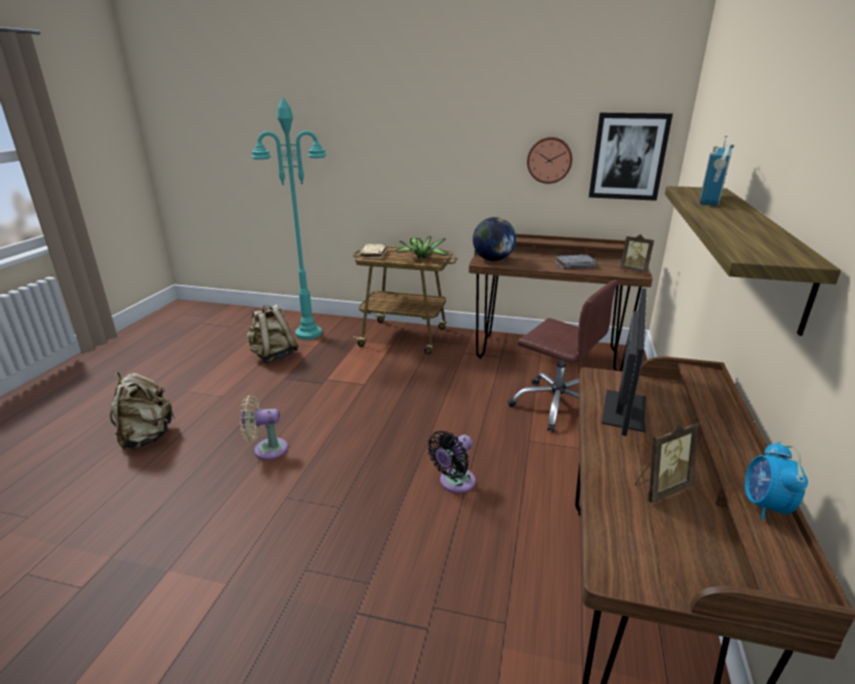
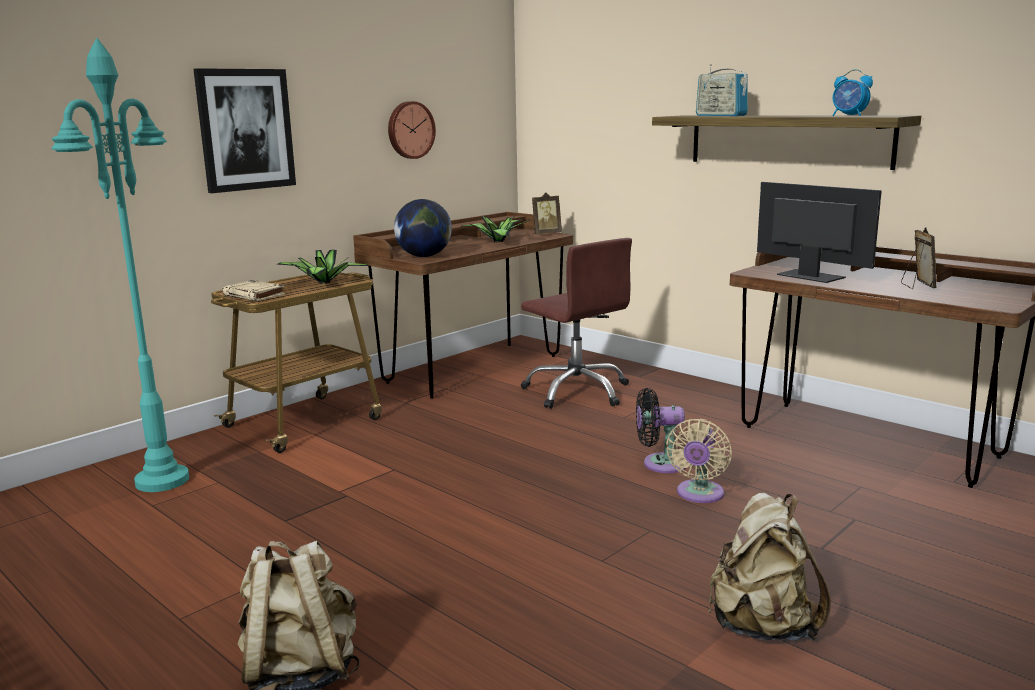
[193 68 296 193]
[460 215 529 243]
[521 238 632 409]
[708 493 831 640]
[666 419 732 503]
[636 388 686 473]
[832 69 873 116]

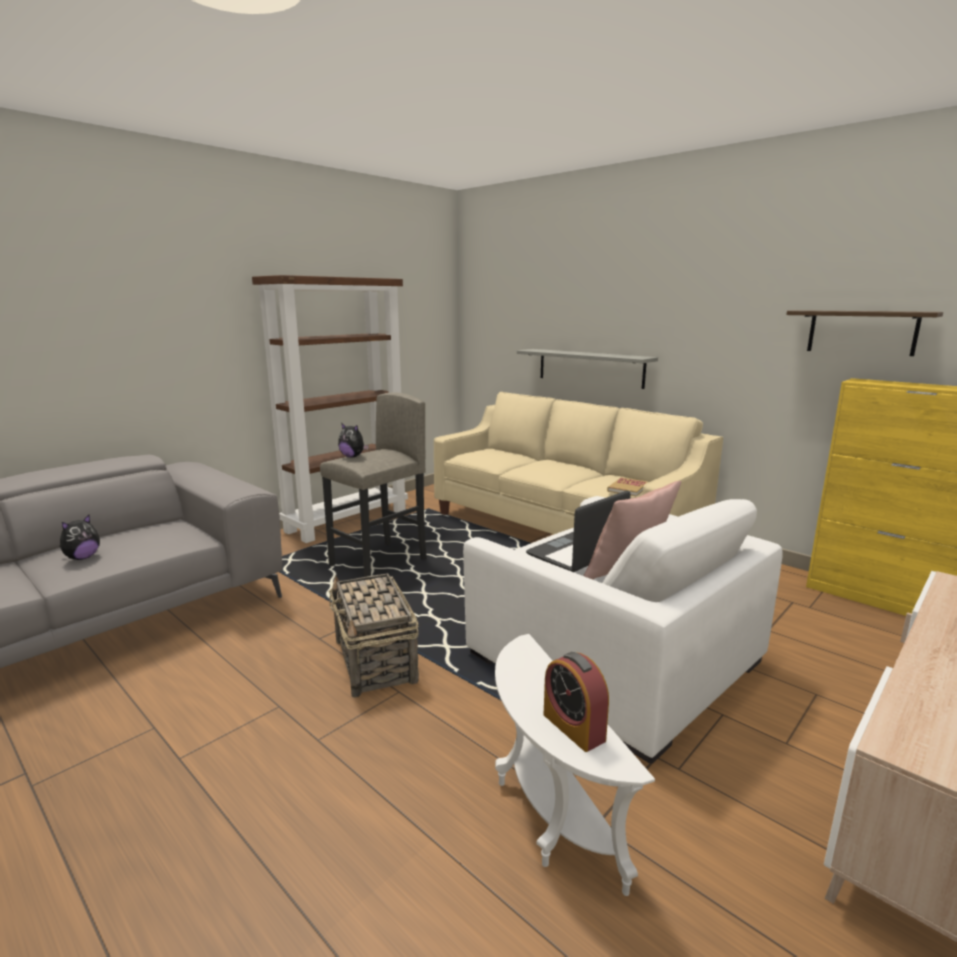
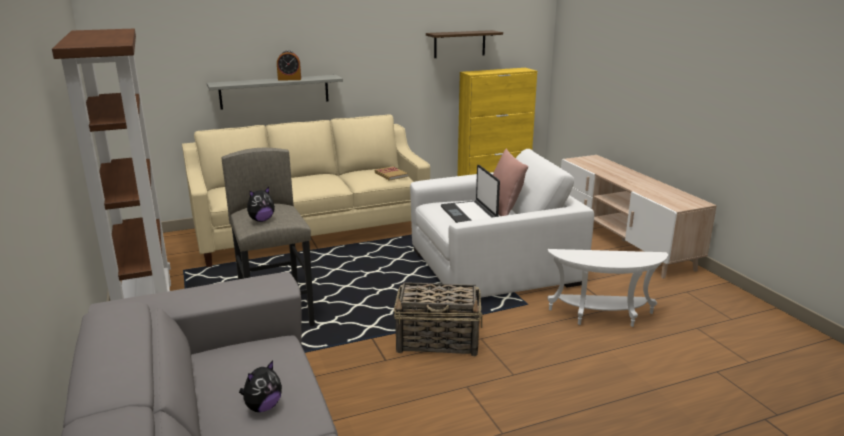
[239 361 282 412]
[277 50 301 81]

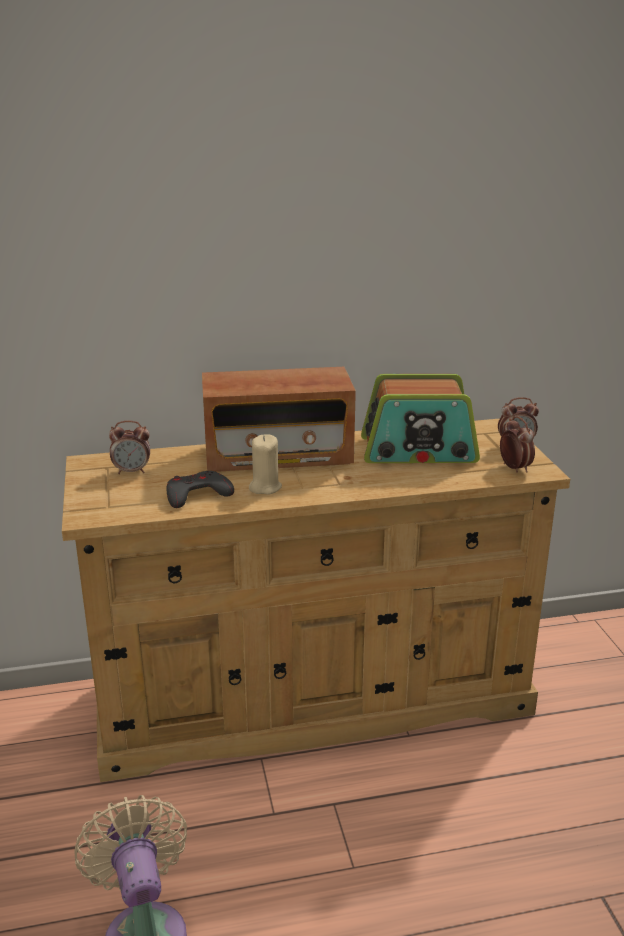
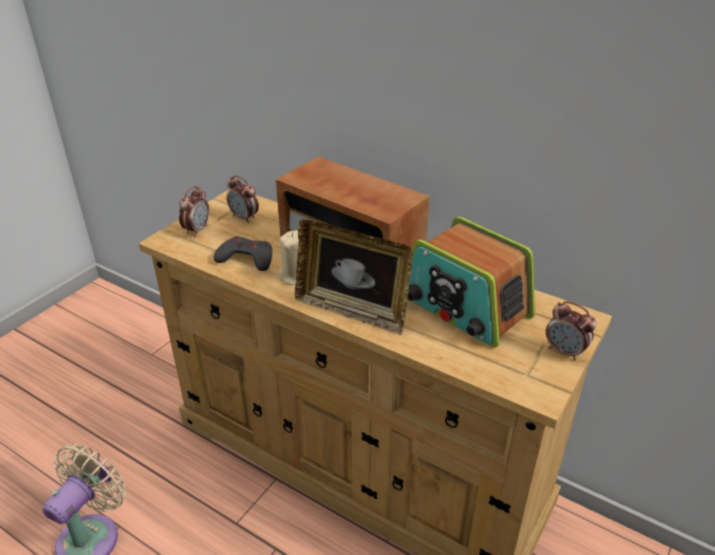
[179 186 209 236]
[295 220 413 335]

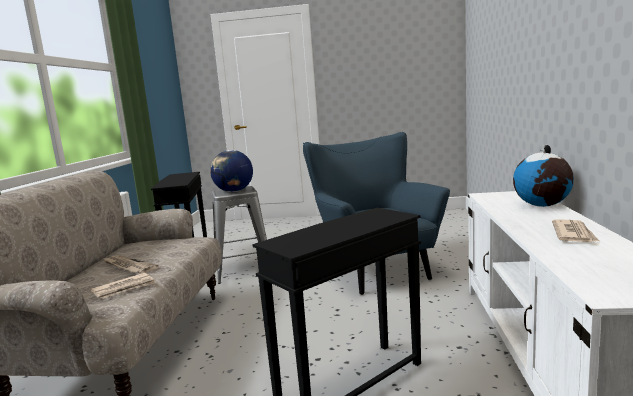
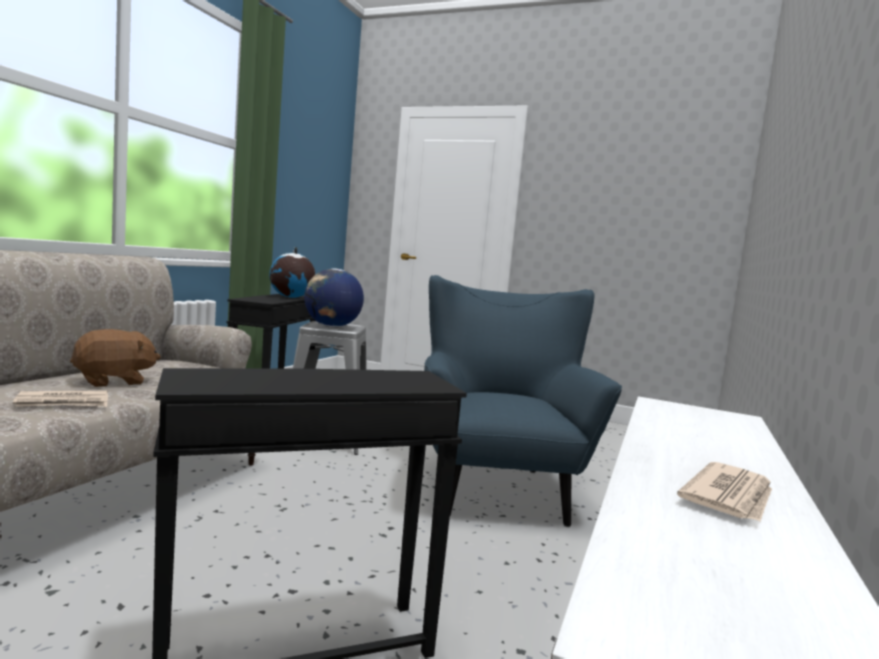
[269 247 315 298]
[70 329 161 387]

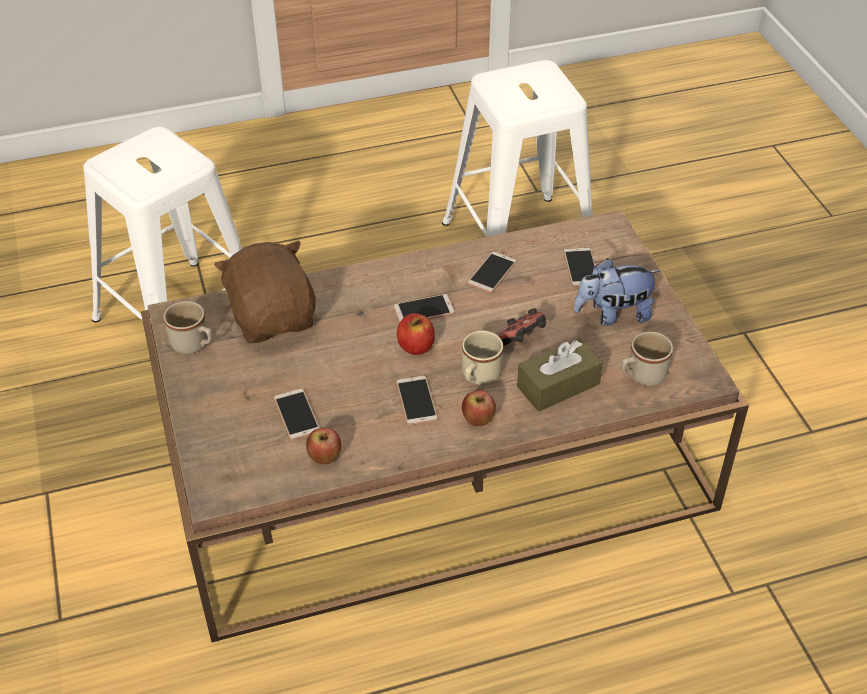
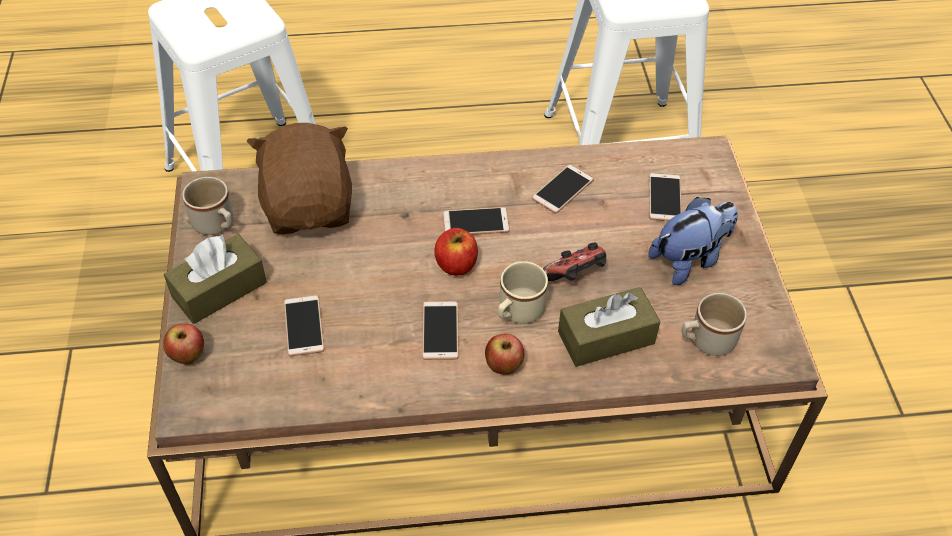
[648 197 738 285]
[163 324 204 365]
[164 234 267 324]

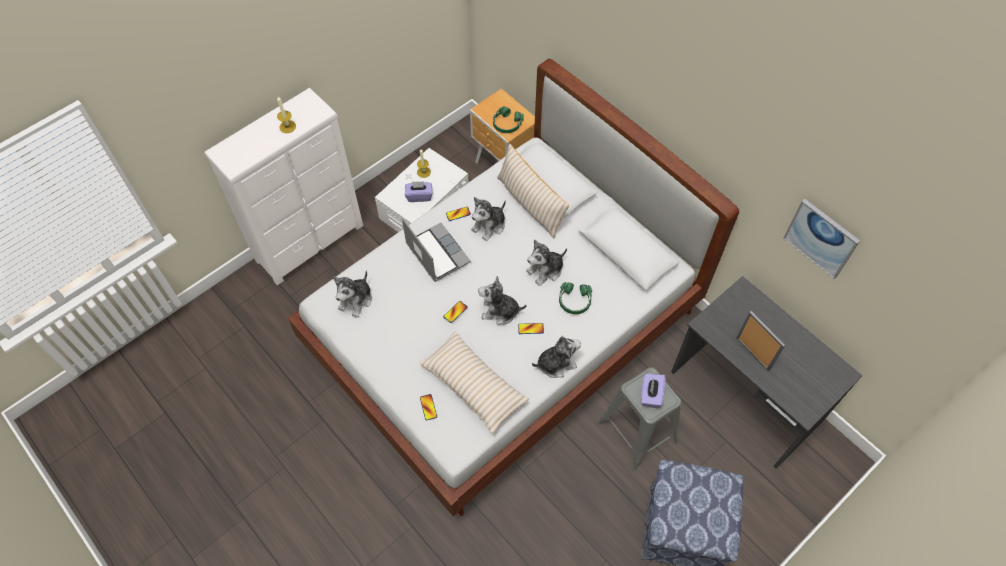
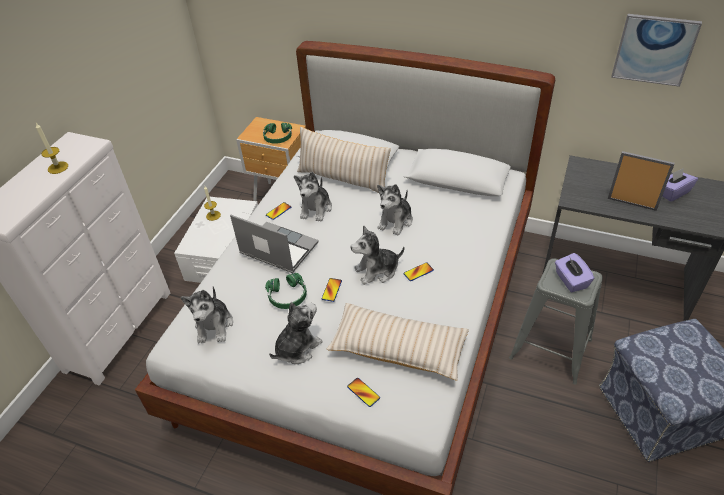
[662 168 698 202]
[265 273 307 309]
[269 302 323 364]

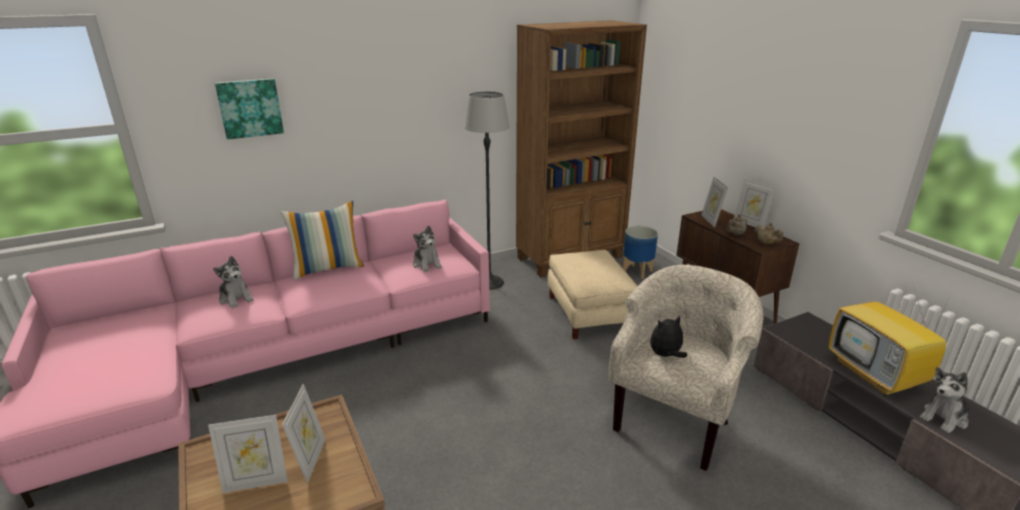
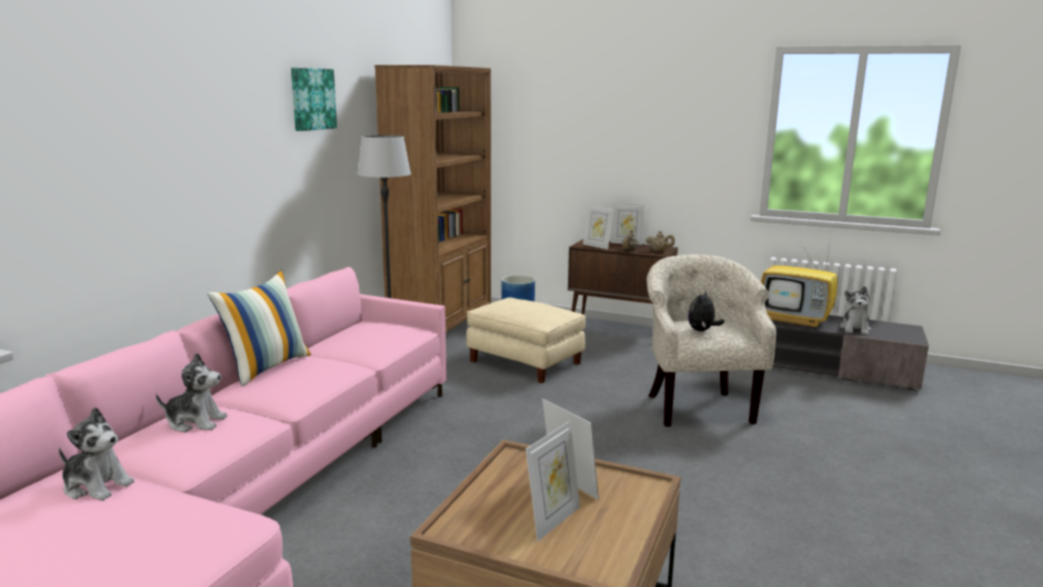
[291 68 337 131]
[59 407 135 501]

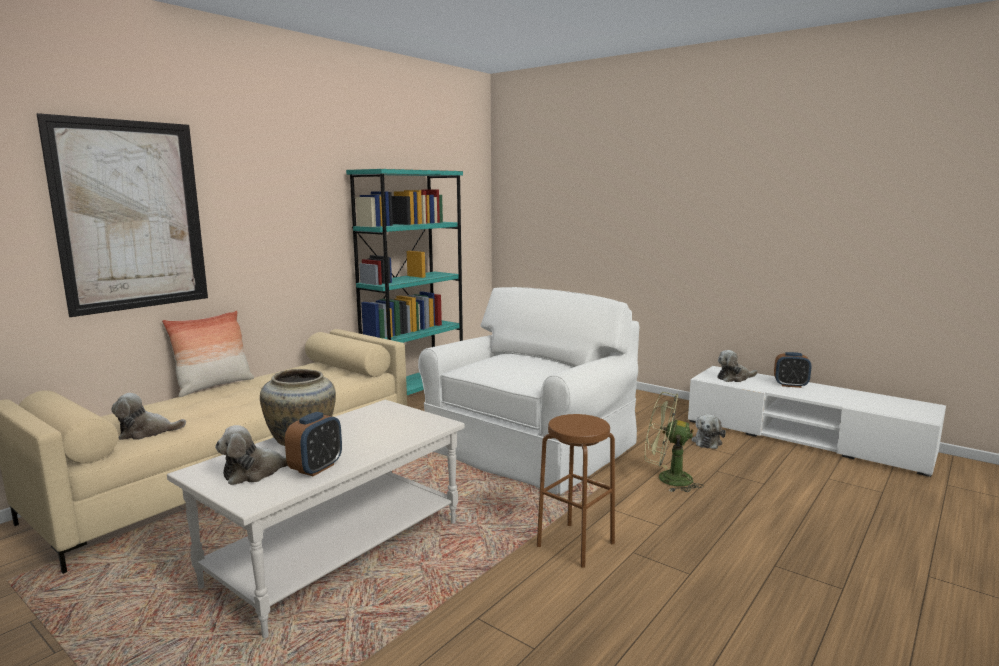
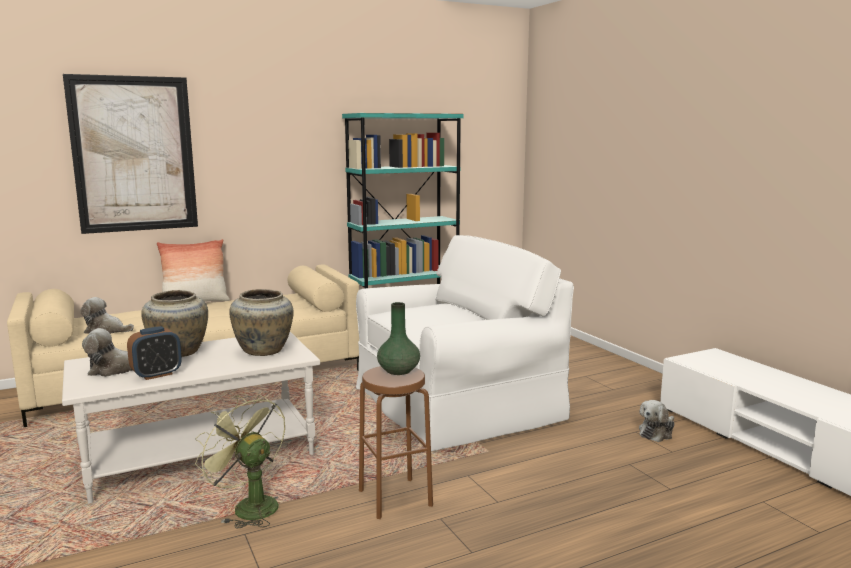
[717 350 758 382] (first image)
[774 352 812 388] (first image)
[195 395 285 529]
[229 289 294 356]
[377 302 420 375]

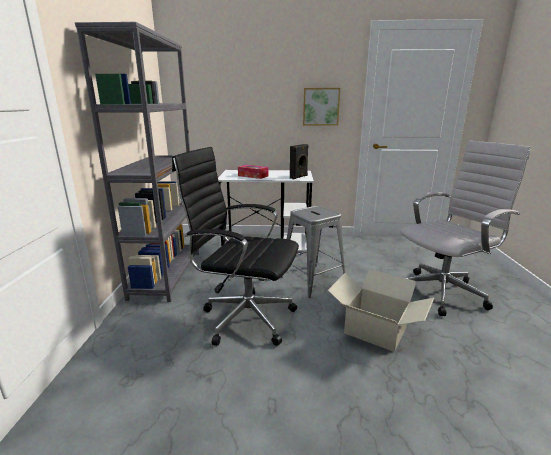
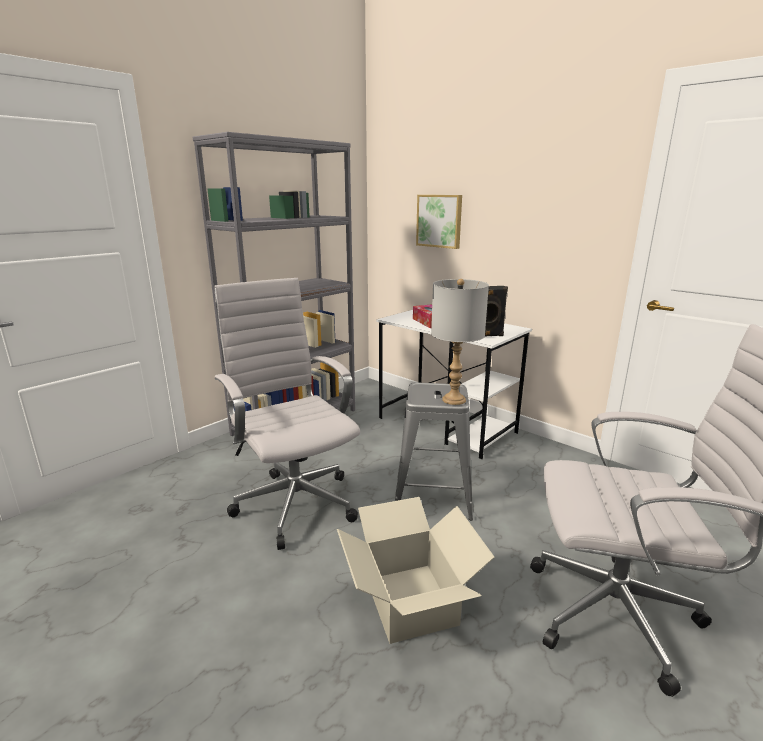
[416 195 462 249]
[214 278 360 550]
[431 279 489 405]

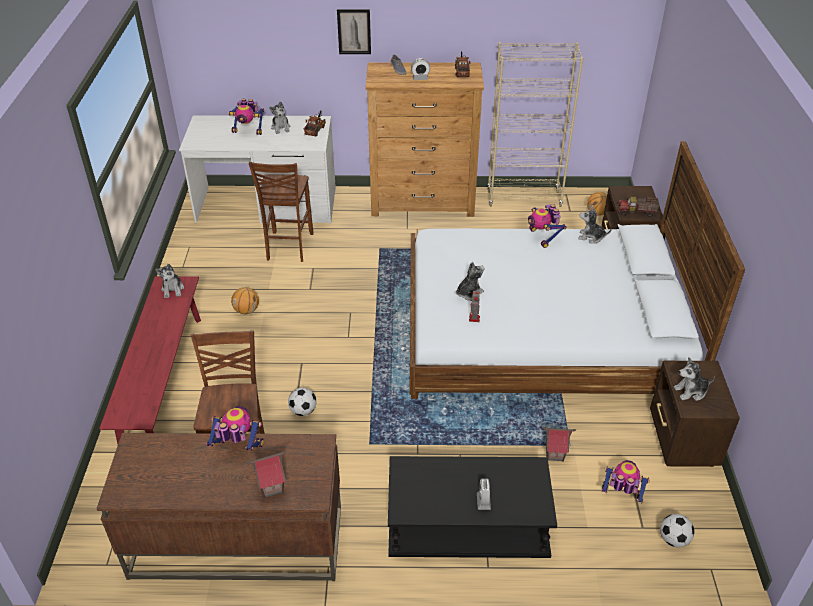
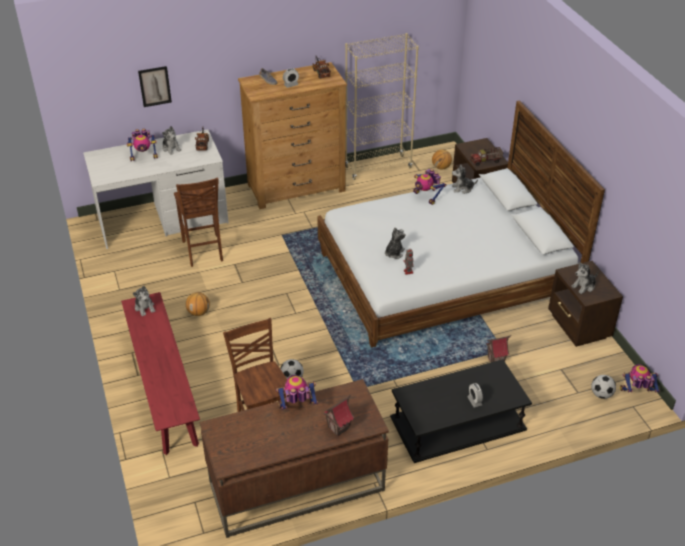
[138 66 172 107]
[620 364 660 392]

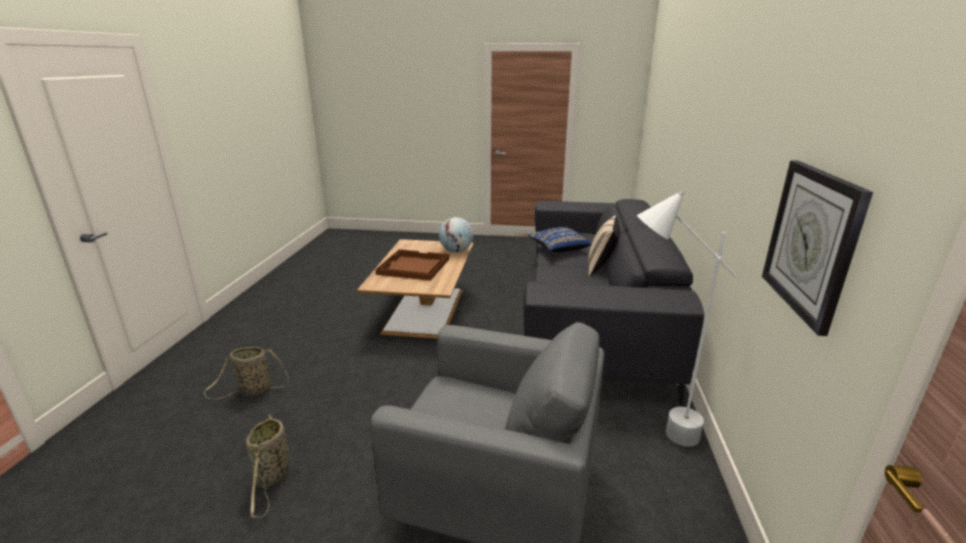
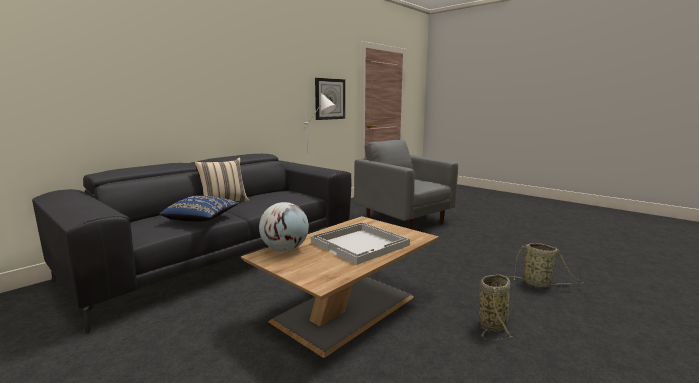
[311 222 410 265]
[479 274 511 340]

